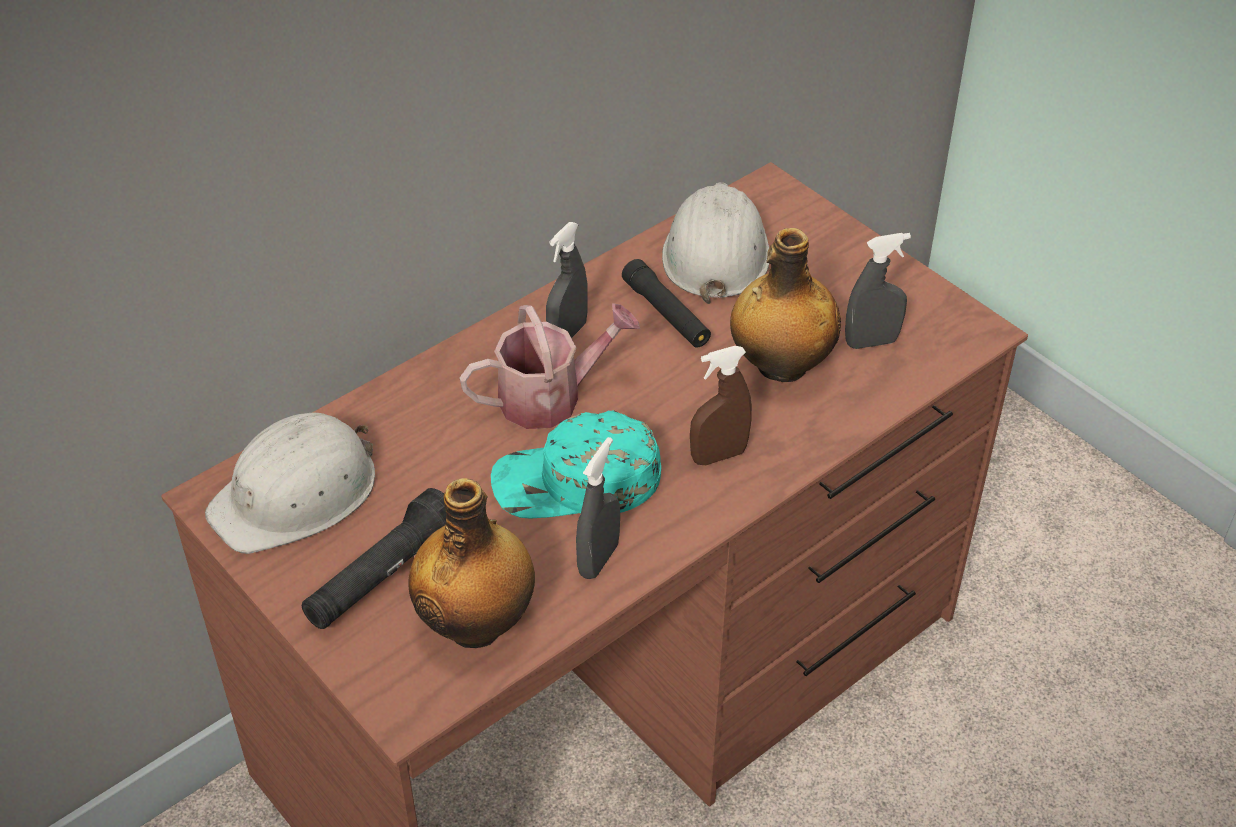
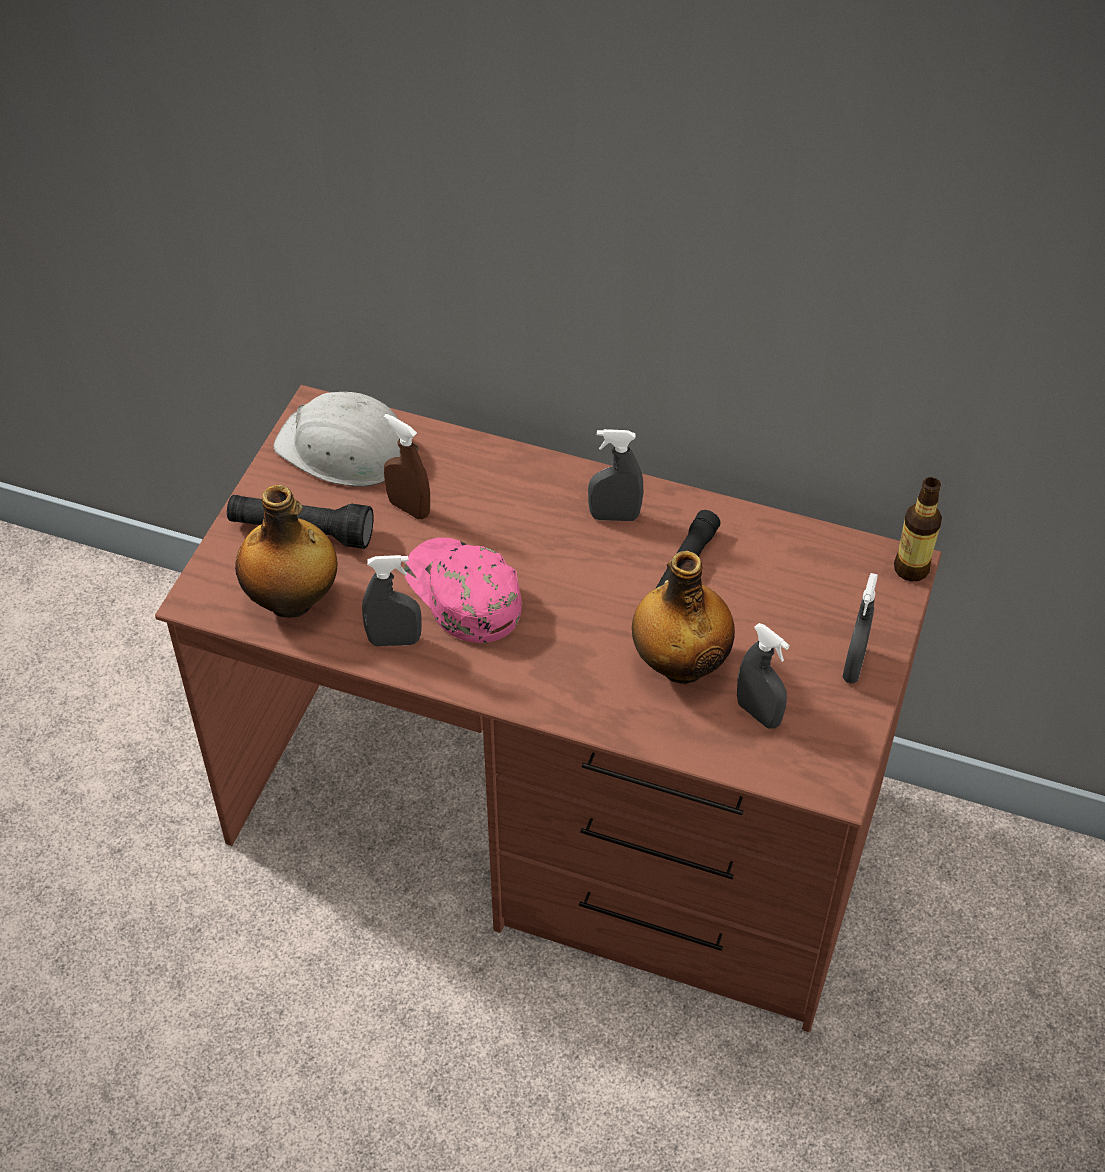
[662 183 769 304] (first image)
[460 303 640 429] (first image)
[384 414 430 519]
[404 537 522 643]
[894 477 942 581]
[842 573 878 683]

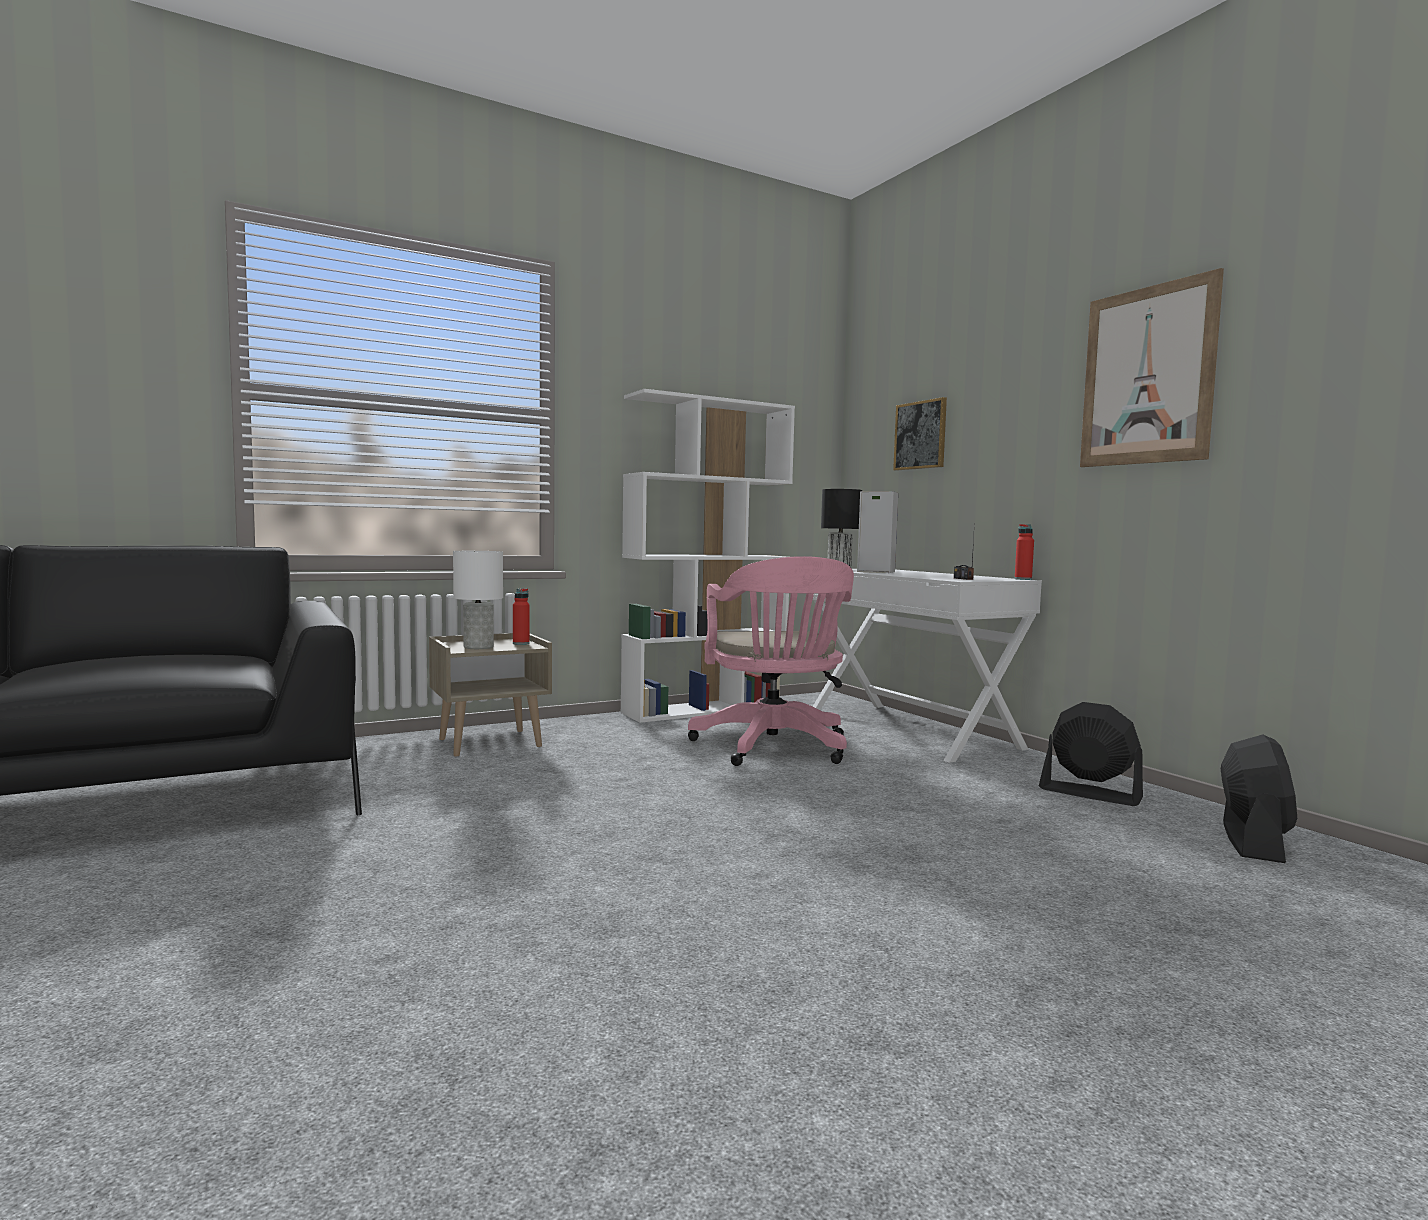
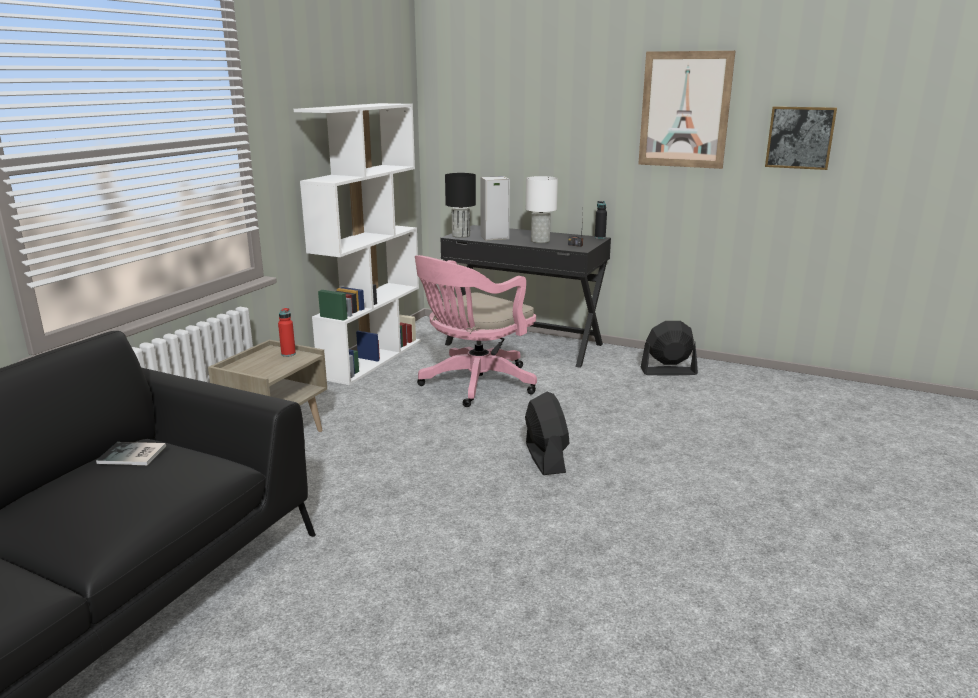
[765 106 837 170]
[595 201 607 239]
[526 176 558 243]
[415 255 537 407]
[440 225 611 368]
[525 392 570 475]
[96 442 166 465]

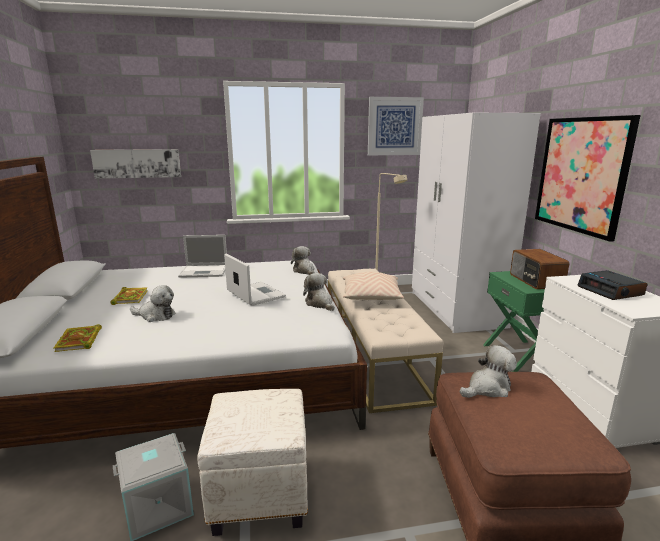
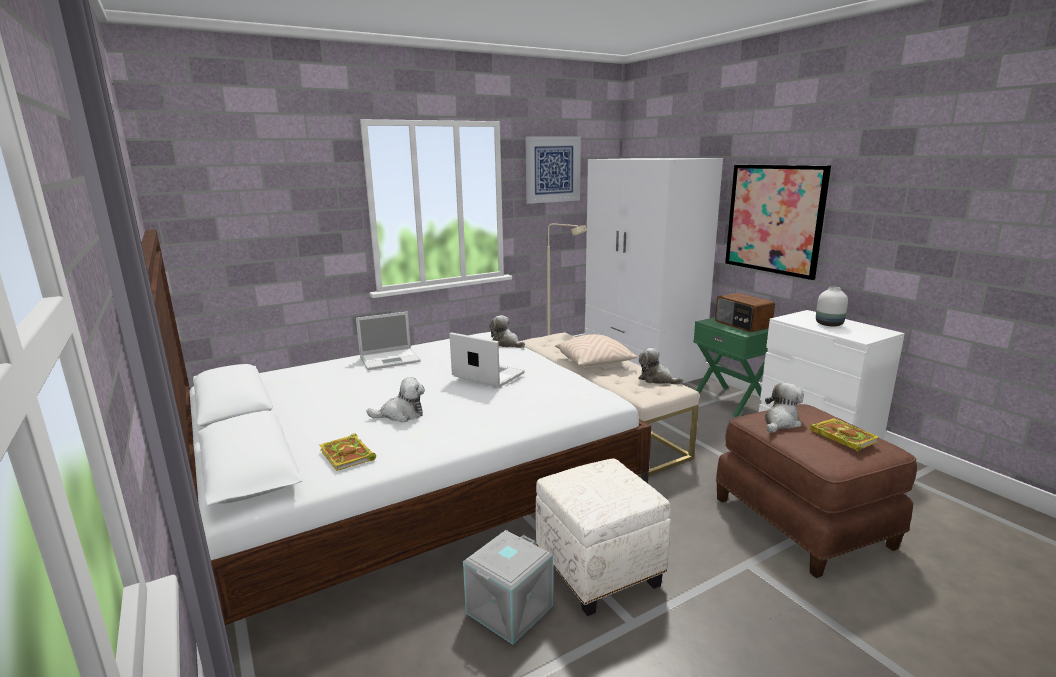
[90 149 181 179] (first image)
[816 287 848 326]
[638 348 683 385]
[810 418 879 452]

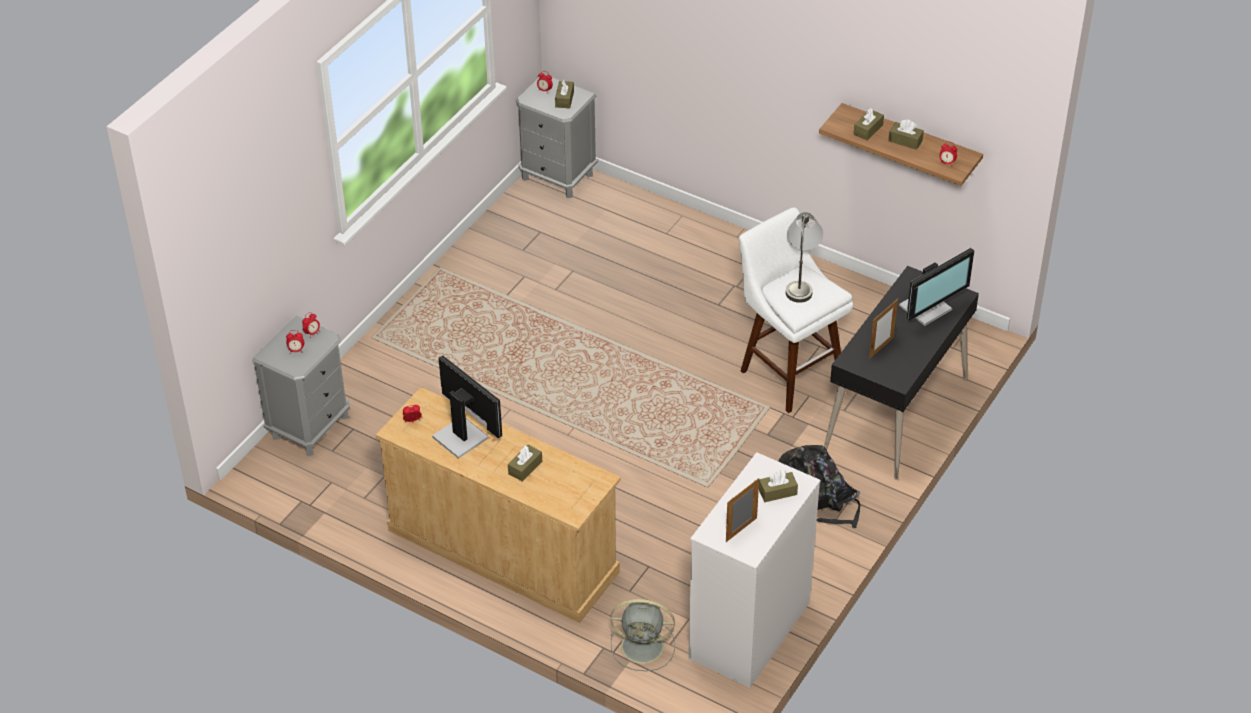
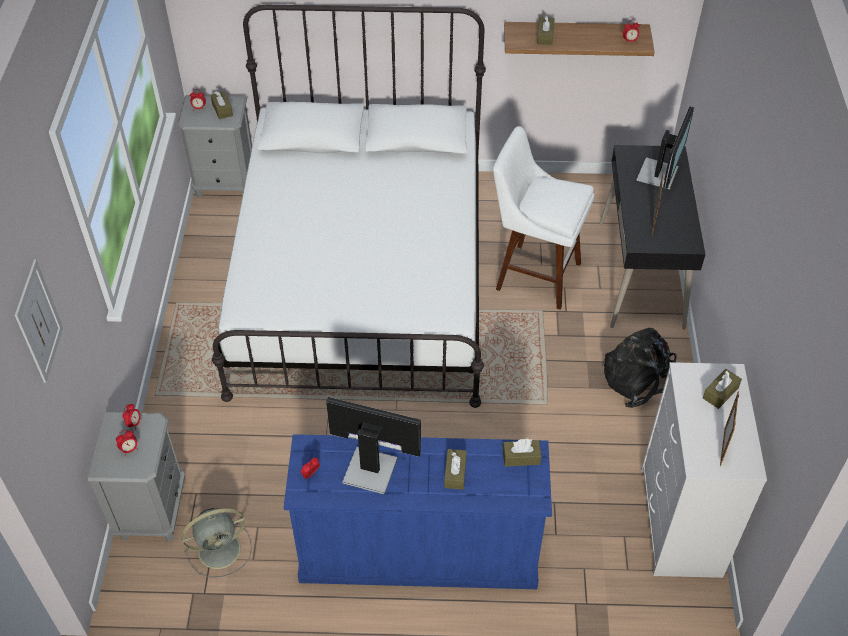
[503 438 542 467]
[786 212 823 303] (first image)
[284 434 552 589]
[182 508 252 578]
[212 5 486 408]
[15 259 63 383]

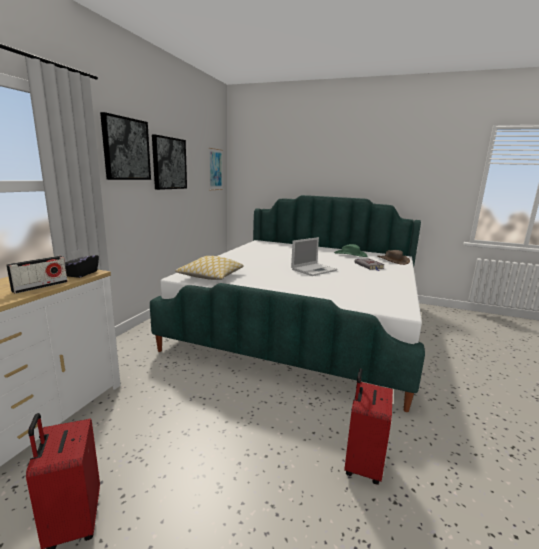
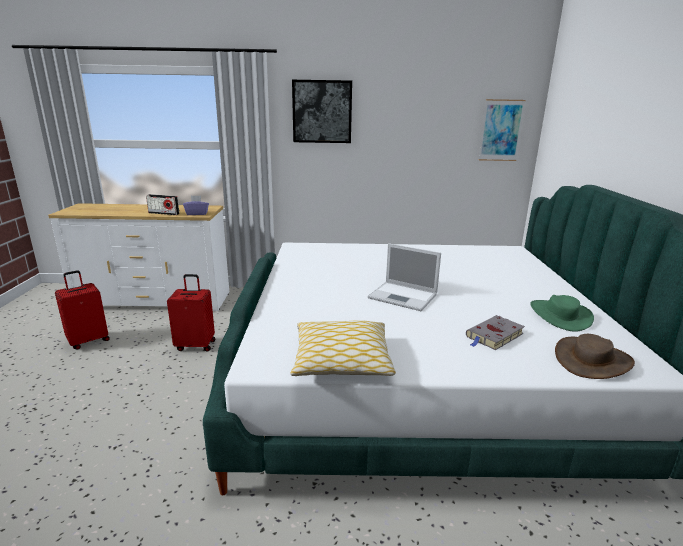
[152 134 187 190] (first image)
[183 195 209 215]
[290 320 396 376]
[167 274 215 352]

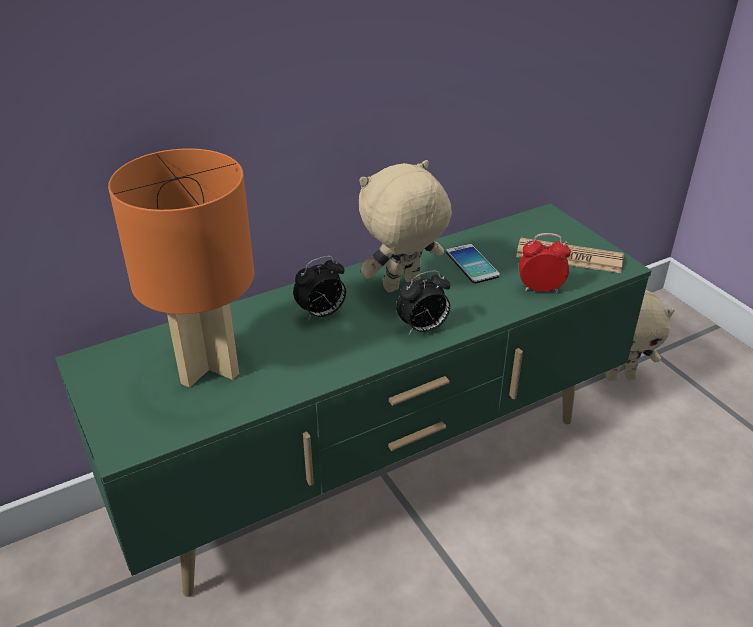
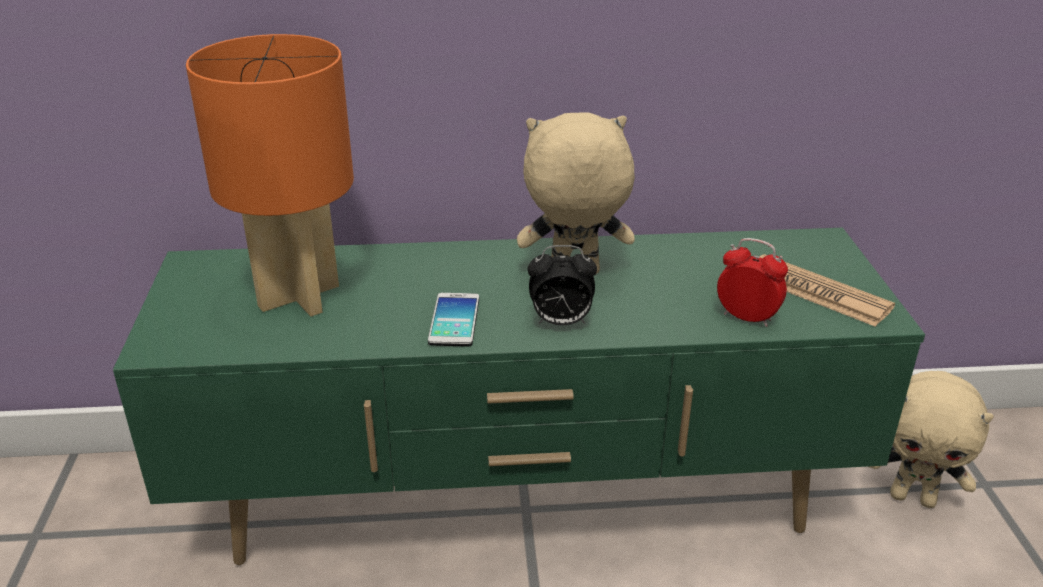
[428 293 479 347]
[293 256 346 320] (first image)

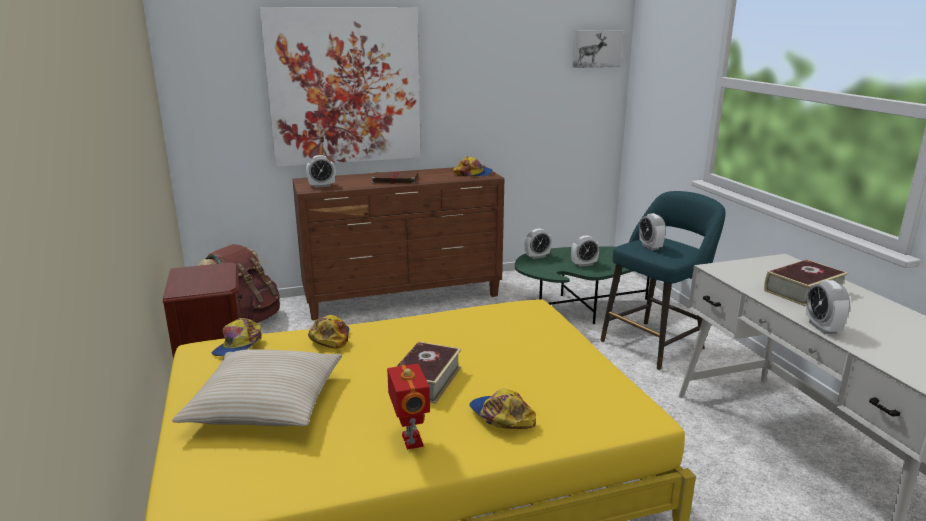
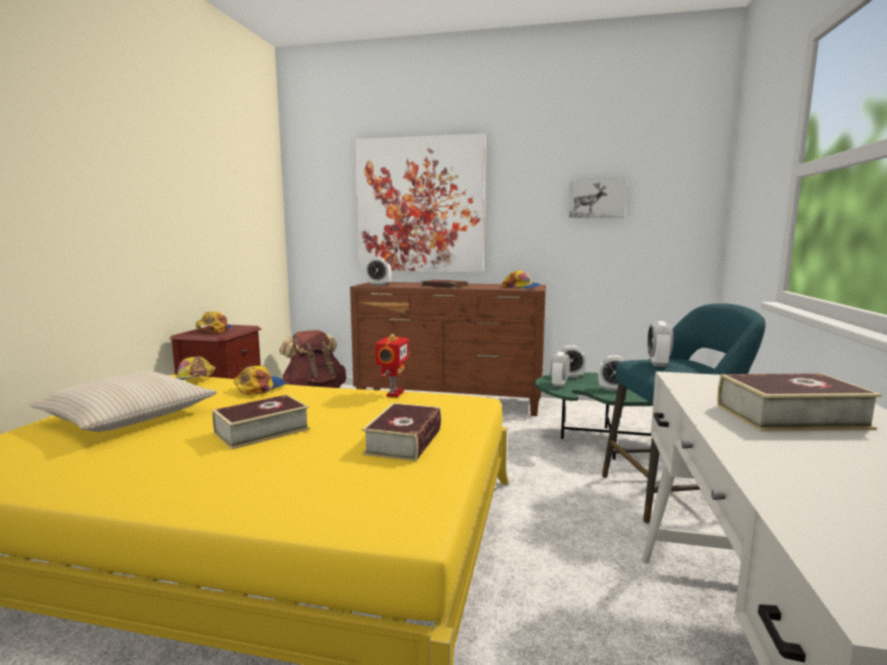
[569 180 627 218]
[550 352 570 387]
[375 334 409 397]
[196 311 233 333]
[362 403 441 461]

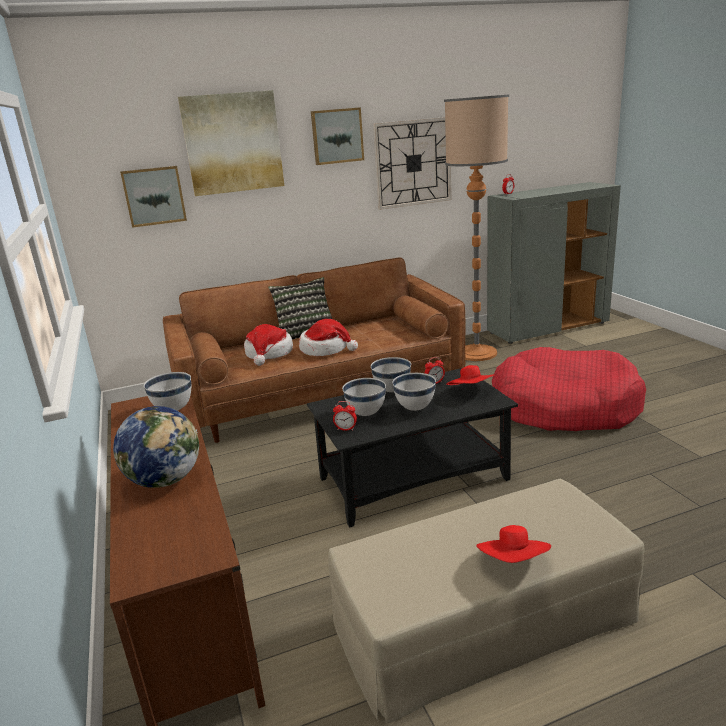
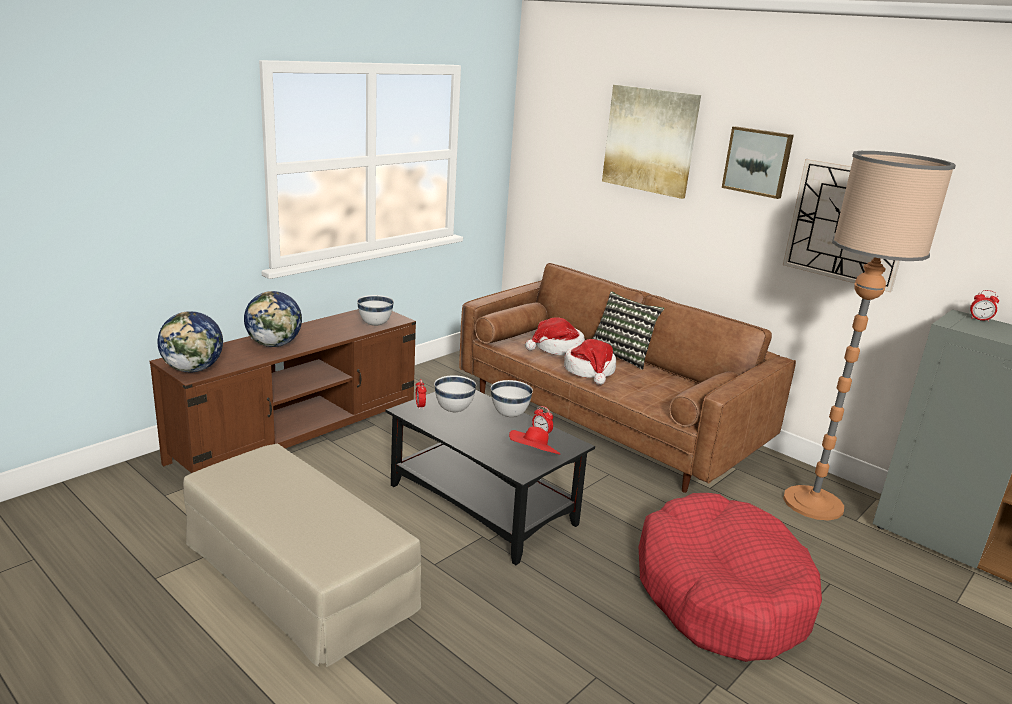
[120 166 187 228] (first image)
[392 373 436 411] (first image)
[476 525 551 563] (first image)
[157 311 223 372]

